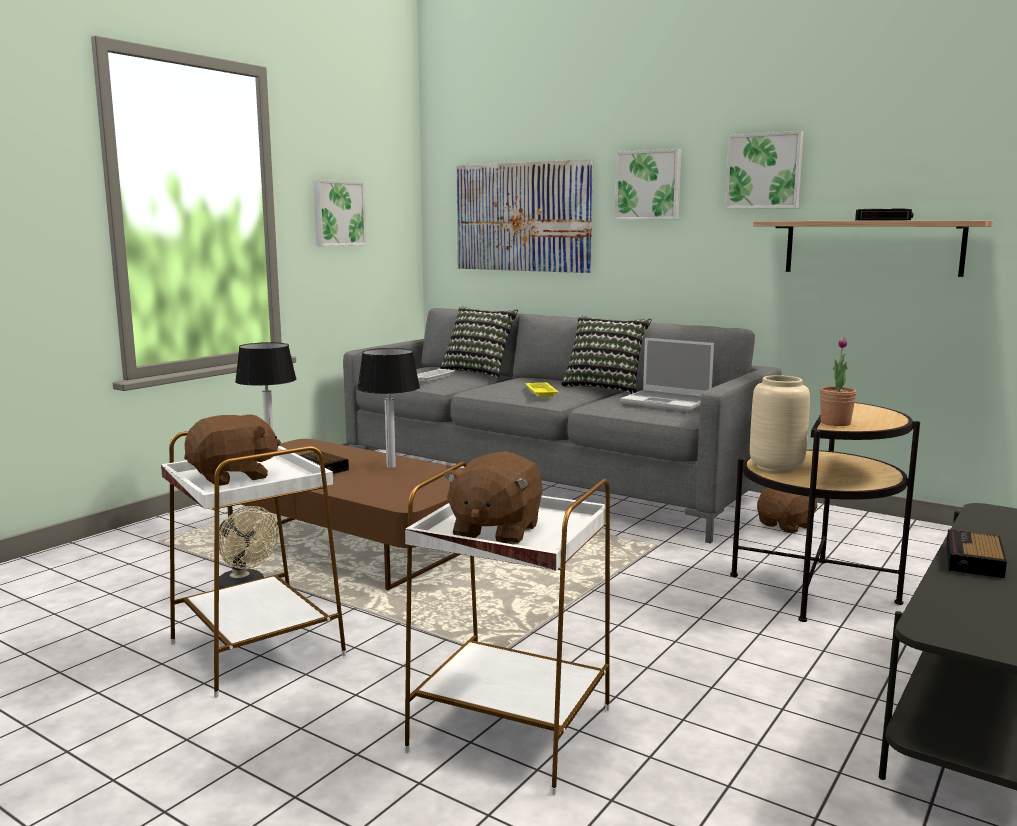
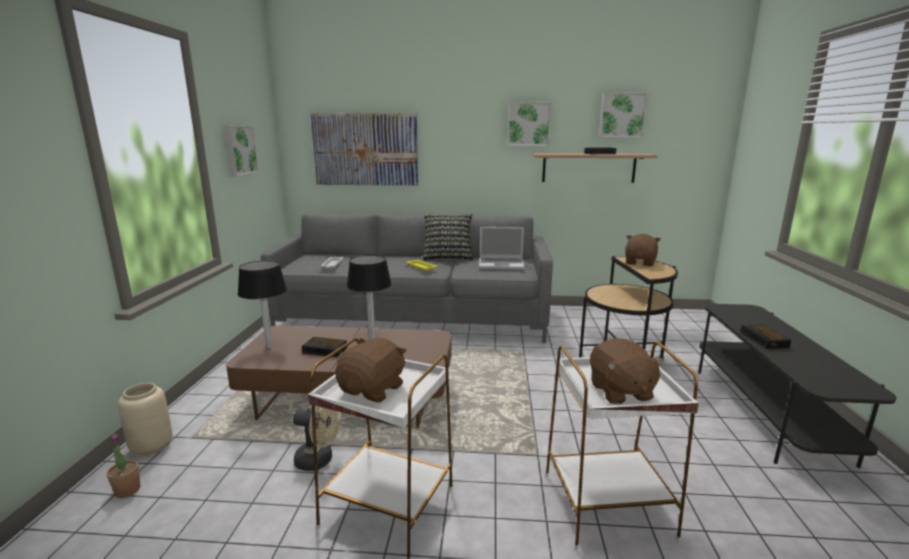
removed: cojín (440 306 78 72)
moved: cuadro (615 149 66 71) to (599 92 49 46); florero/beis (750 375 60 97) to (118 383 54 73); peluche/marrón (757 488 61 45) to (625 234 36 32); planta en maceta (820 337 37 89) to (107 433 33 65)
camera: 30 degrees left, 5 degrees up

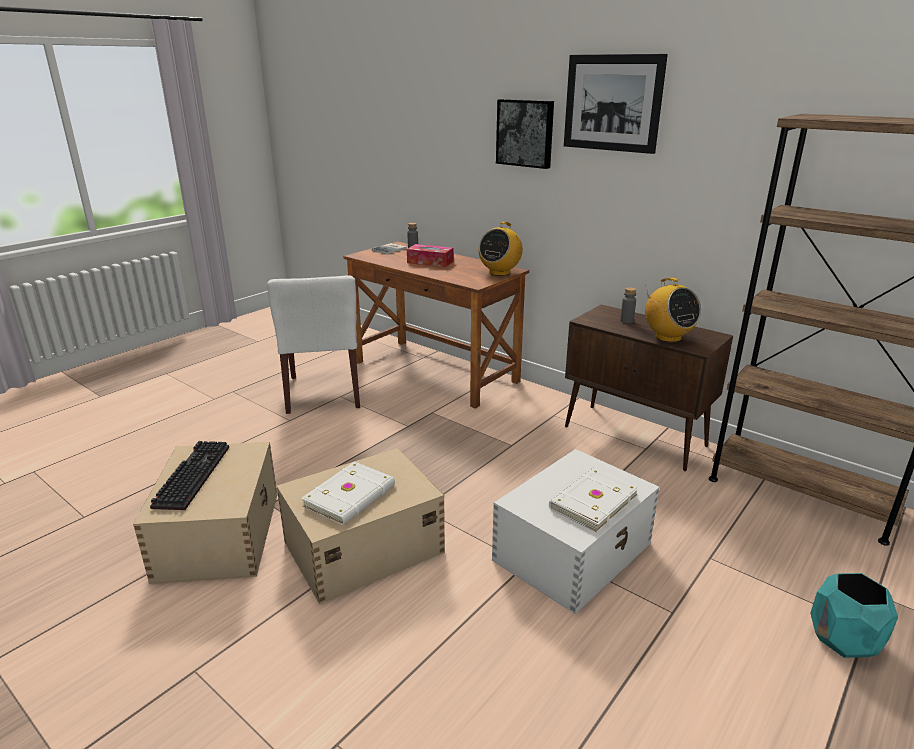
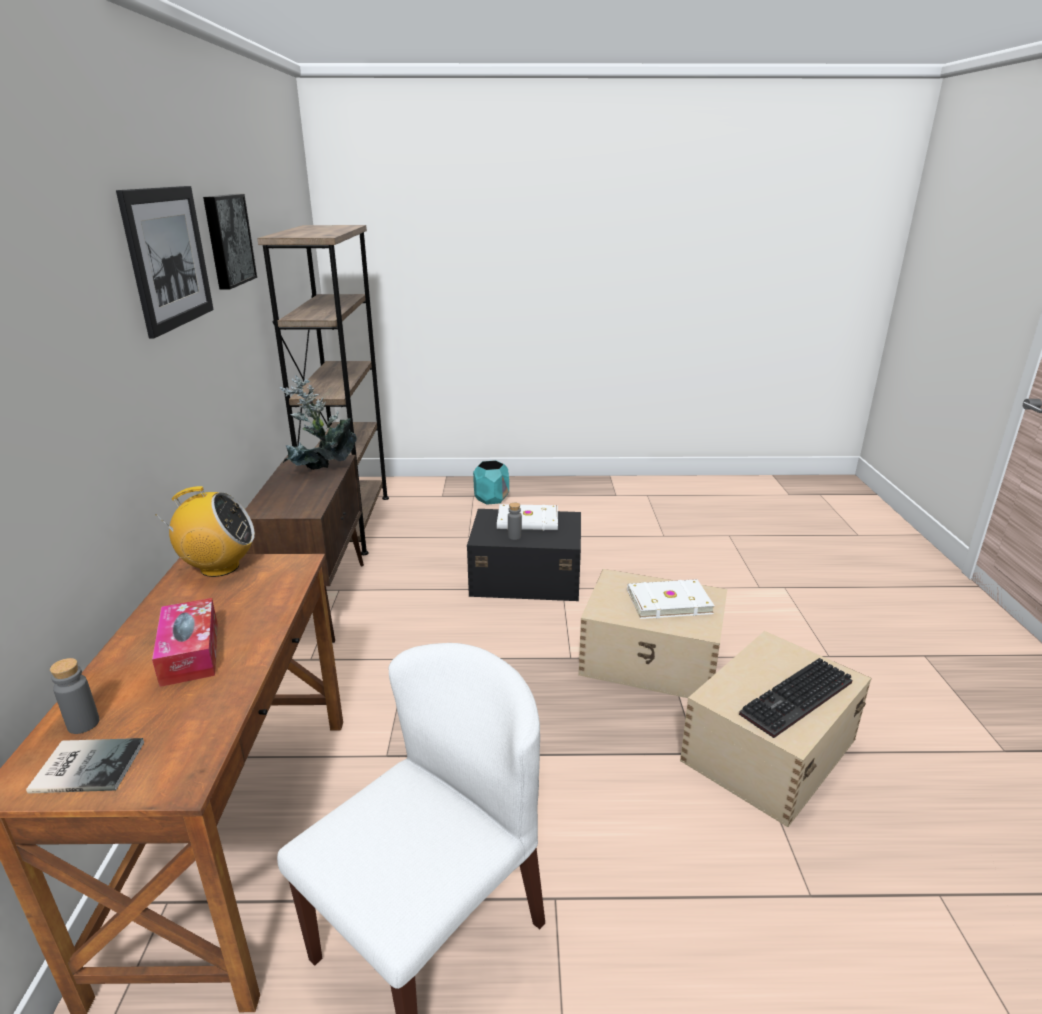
moved: cuadro (496 99 58 70) to (203 194 54 96); botella/gris (620 287 16 36) to (508 503 14 37)
replaced: radio (645 278 56 64) to planta en maceta (280 375 77 95)
recoloured: caja de almacenaje/blanco (492 449 168 165) to caja de almacenaje/negro (467 509 114 92)
camera: 130 degrees left, 0 degrees up

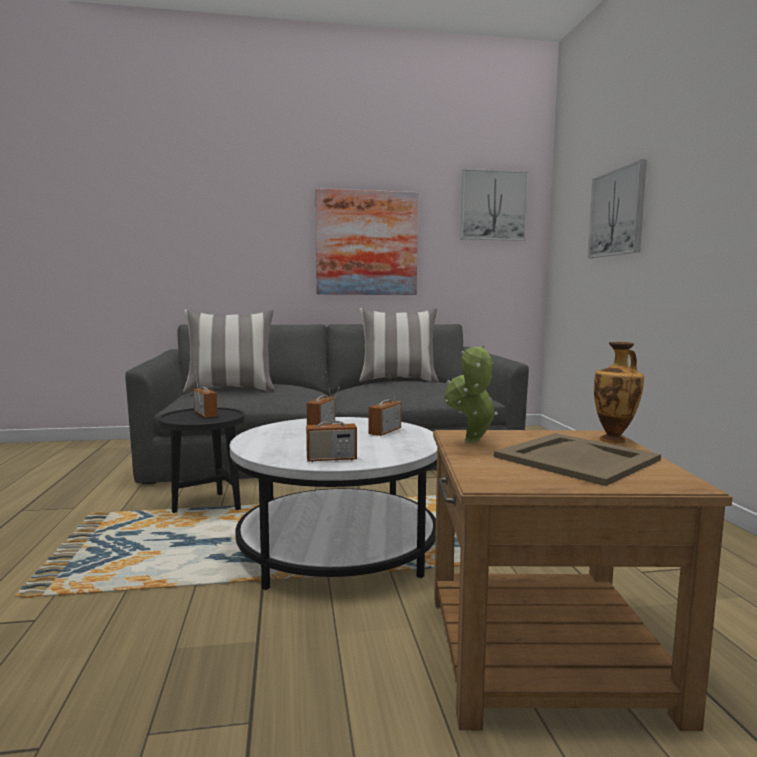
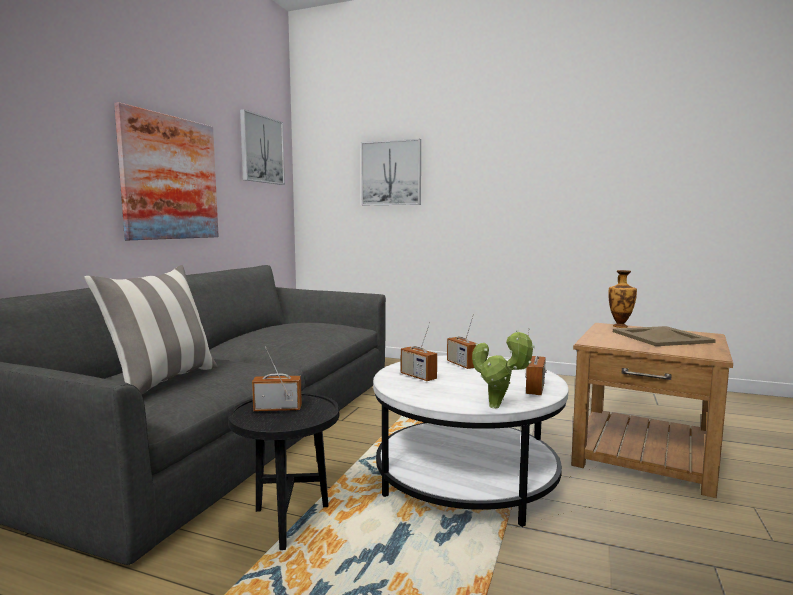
removed: cojín (359 308 80 74)
moved: planta en maceta (444 345 54 98) to (472 330 63 79)
camera: 60 degrees left, 0 degrees up

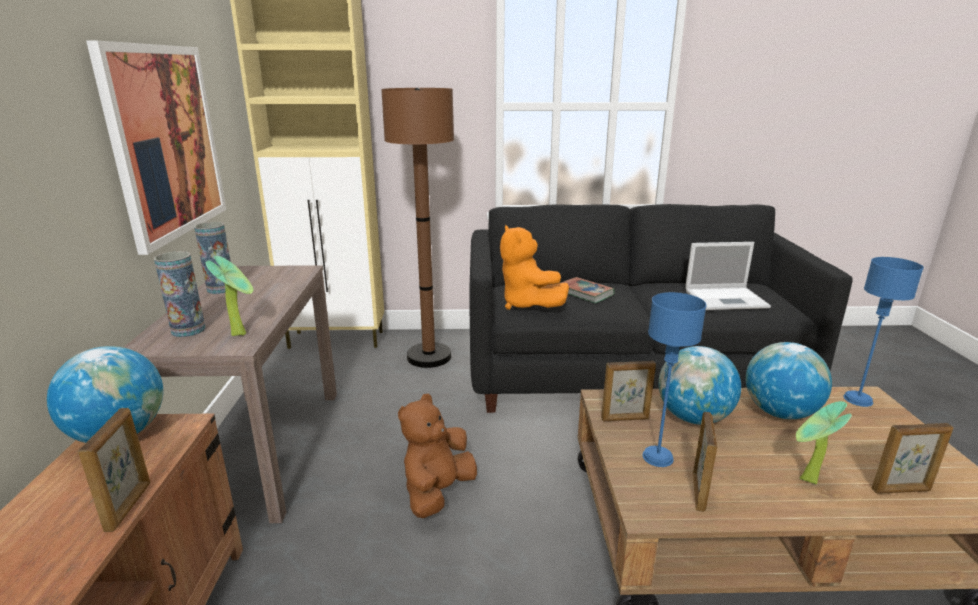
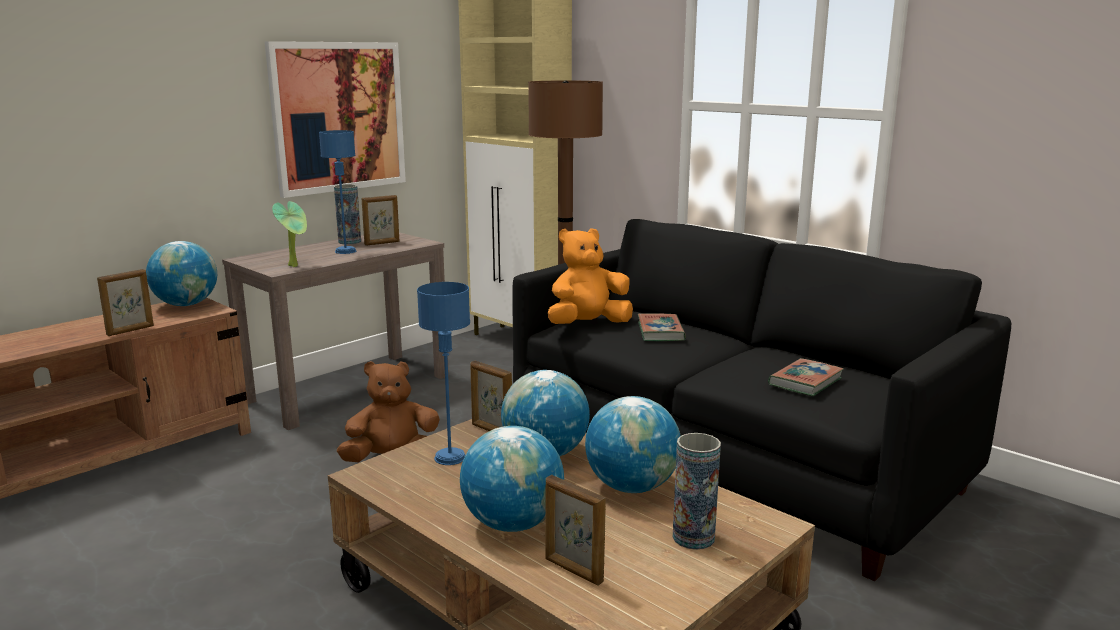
moved: florero (154 251 52 87) to (673 433 48 117); portarretratos (693 412 24 100) to (362 195 37 51); lámpara de mesa/azul (843 257 81 150) to (319 130 37 124)
replaced: portátil (685 242 86 68) to libro (768 358 76 38); planta en maceta (796 401 56 83) to globo terráqueo (460 426 104 106)
turned: peluche/naranja (500 225 69 85) = (548 228 85 96) 45 degrees clockwise
camera: 45 degrees right, 5 degrees down

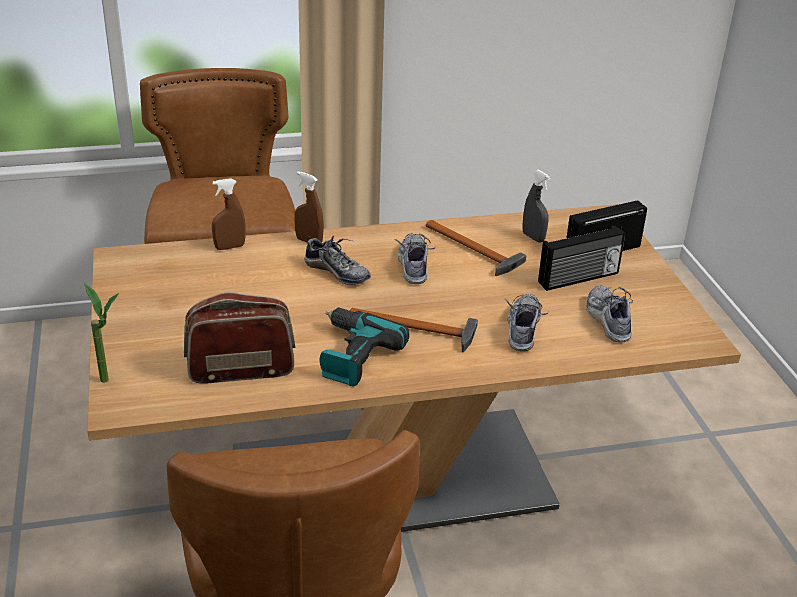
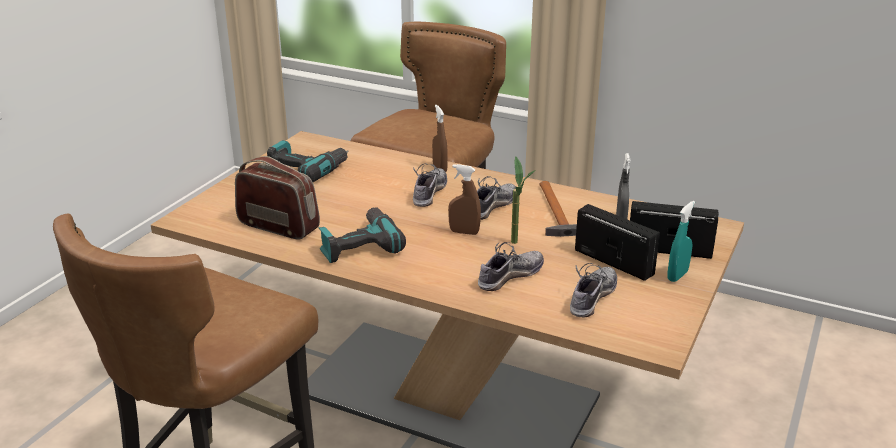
removed: martillo (350 308 128 45)
added: taladro (267 140 82 42); pulverizador/turquesa (667 201 28 81)
moved: planta en maceta (84 283 35 100) to (511 156 25 88); pulverizador/marrón (212 178 33 72) to (448 164 33 71)
turned: zapato (304 235 67 50) = (413 163 34 44) 150 degrees counterclockwise; radio (538 226 87 65) = (575 204 85 77) 150 degrees counterclockwise
camera: 40 degrees right, 5 degrees down

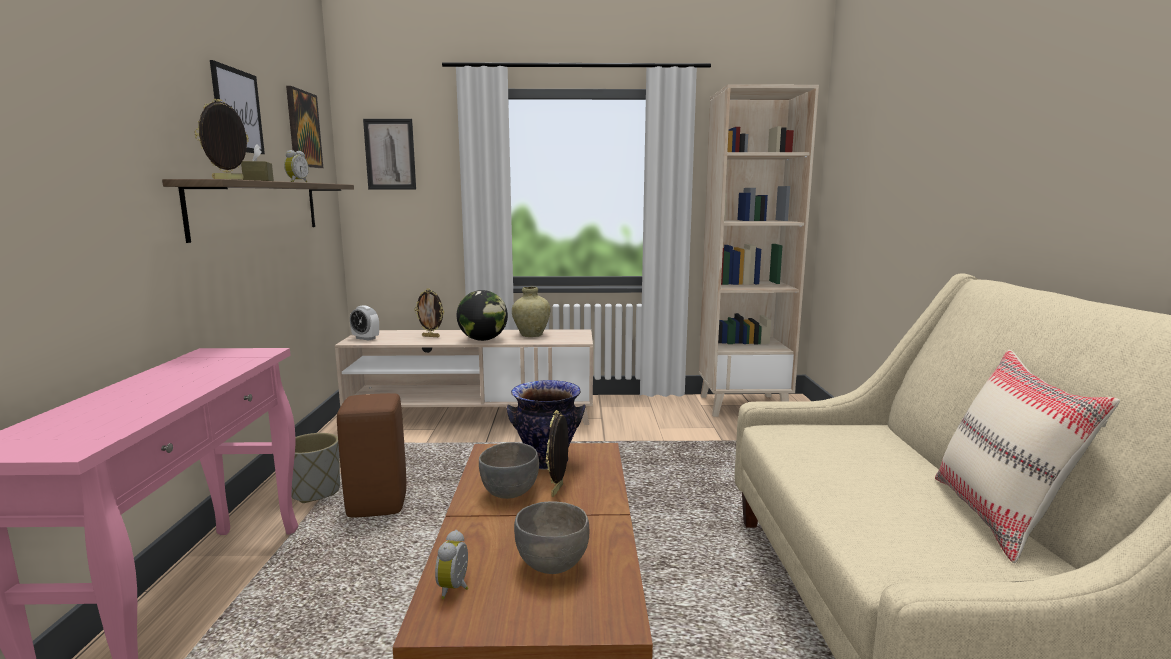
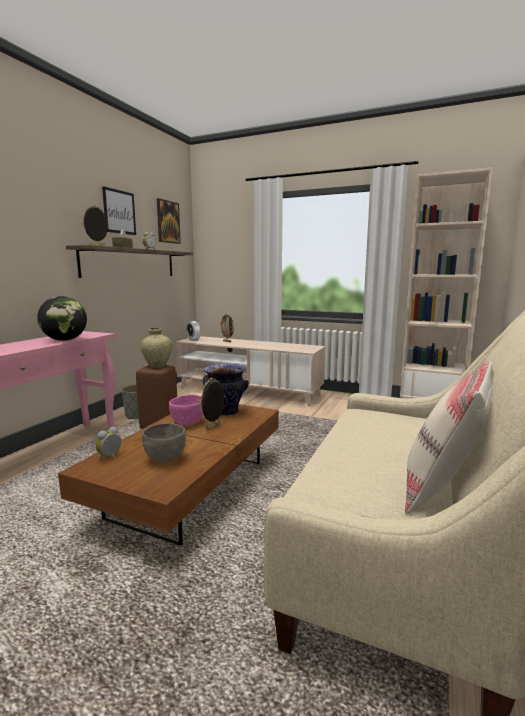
removed: cuadro (363 119 53 70)
moved: globo terráqueo (457 290 51 51) to (37 296 50 45); florero/beis (512 286 38 51) to (141 328 31 40)
recoloured: cuenco/gris (479 442 60 57) to cuenco/rosa (169 395 34 30)
camera: 25 degrees right, 0 degrees up

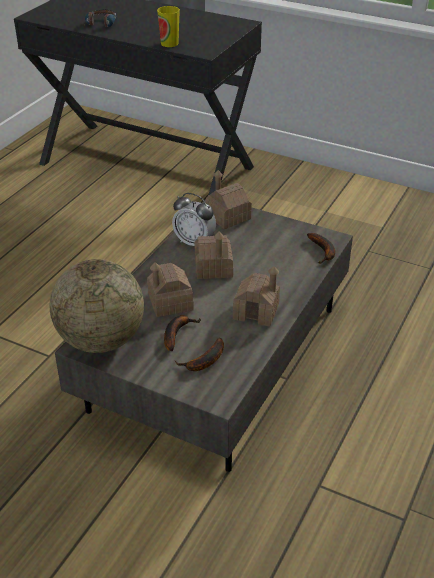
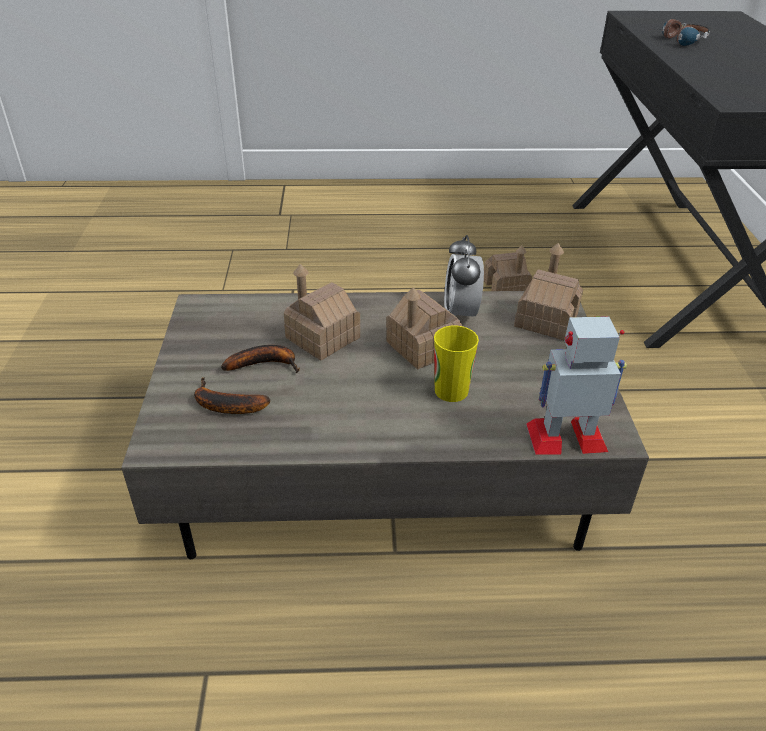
removed: globo terráqueo (50 259 94 94)
moved: taza (157 6 23 41) to (434 326 45 76); casita (233 266 47 61) to (484 246 48 45)
replaced: plátano (307 233 28 31) to robot de juguete (526 317 101 137)
camera: 60 degrees right, 0 degrees up

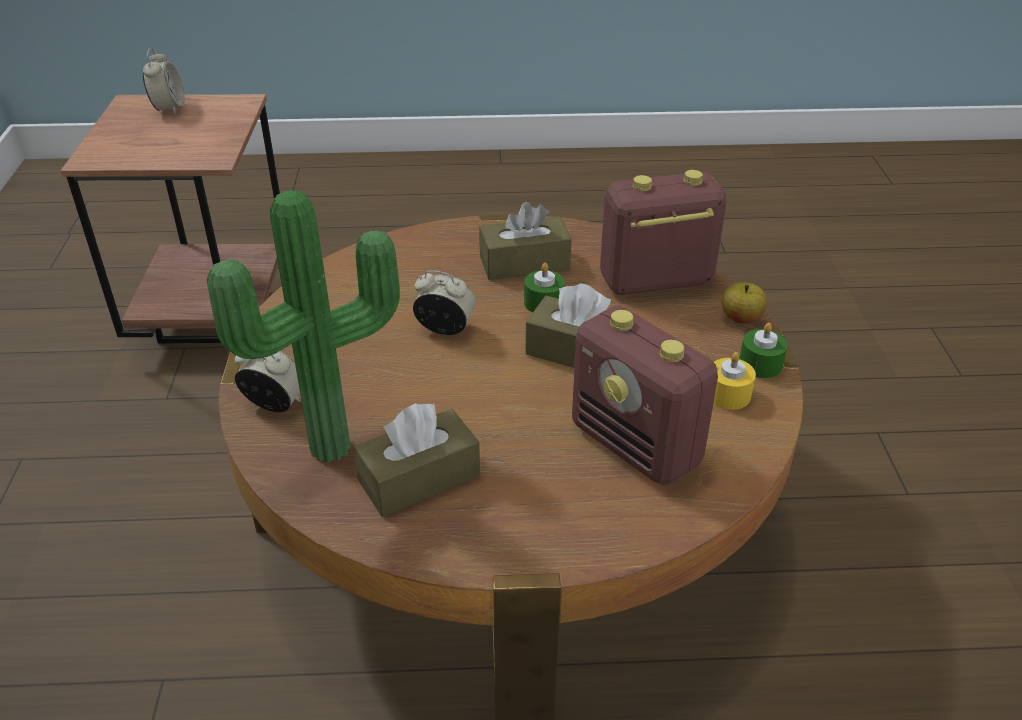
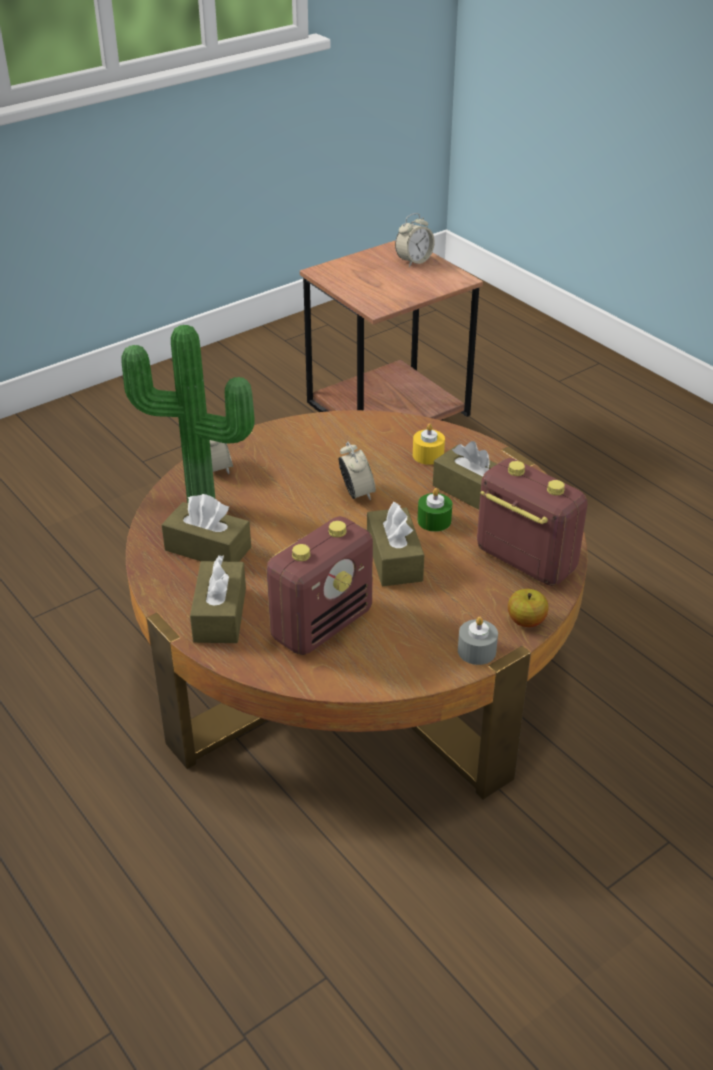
added: caja de pañuelos/marrón (190 555 56 88)
moved: vela/amarillo (713 352 43 58) to (413 423 32 42)
recoloured: vela/verde (739 323 49 56) to vela/gris (458 617 40 48)
turned: radio (572 306 147 179) = (267 516 106 139) 150 degrees counterclockwise
camera: 55 degrees right, 0 degrees up

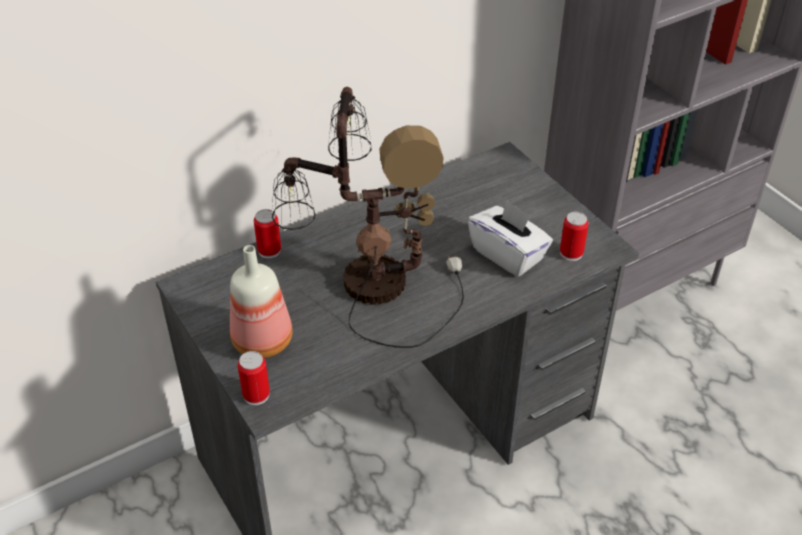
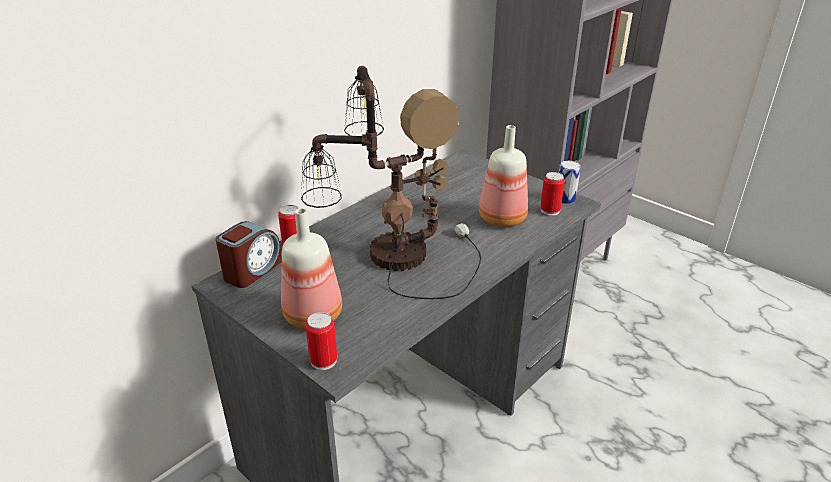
added: despertador (216 221 66 67); lata (559 161 22 43)
replaced: caja de pañuelos/blanco (468 199 85 78) to botella (479 125 49 102)
camera: 15 degrees left, 10 degrees down

